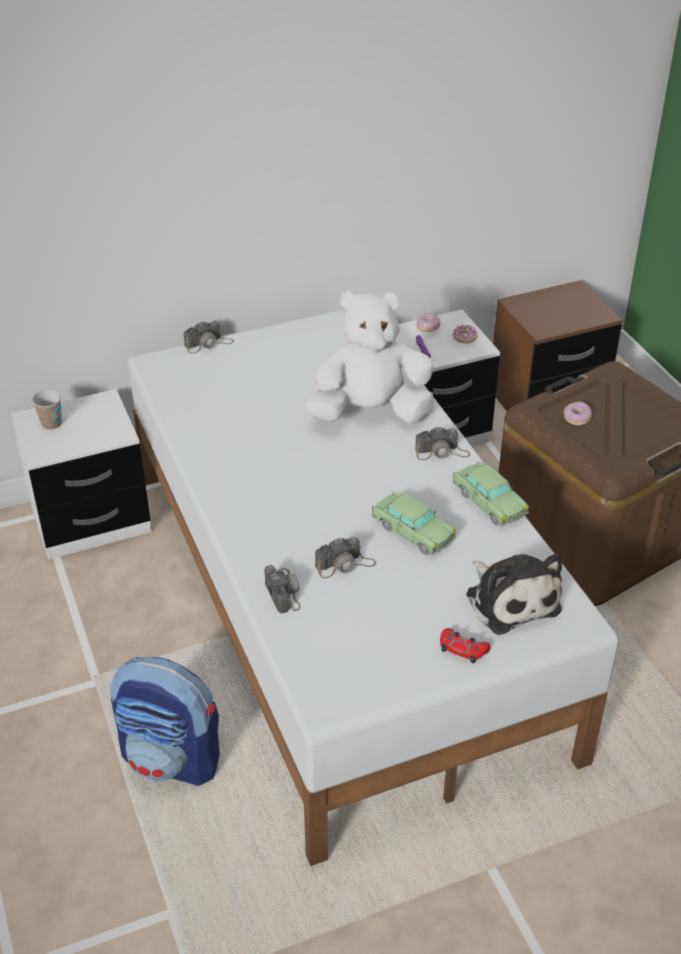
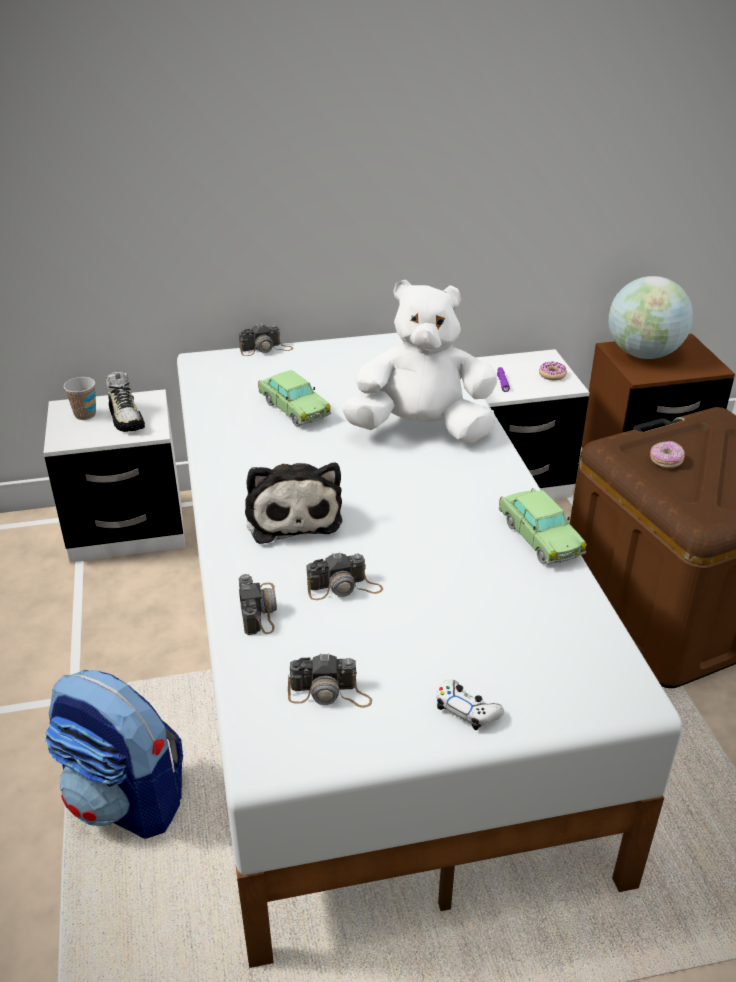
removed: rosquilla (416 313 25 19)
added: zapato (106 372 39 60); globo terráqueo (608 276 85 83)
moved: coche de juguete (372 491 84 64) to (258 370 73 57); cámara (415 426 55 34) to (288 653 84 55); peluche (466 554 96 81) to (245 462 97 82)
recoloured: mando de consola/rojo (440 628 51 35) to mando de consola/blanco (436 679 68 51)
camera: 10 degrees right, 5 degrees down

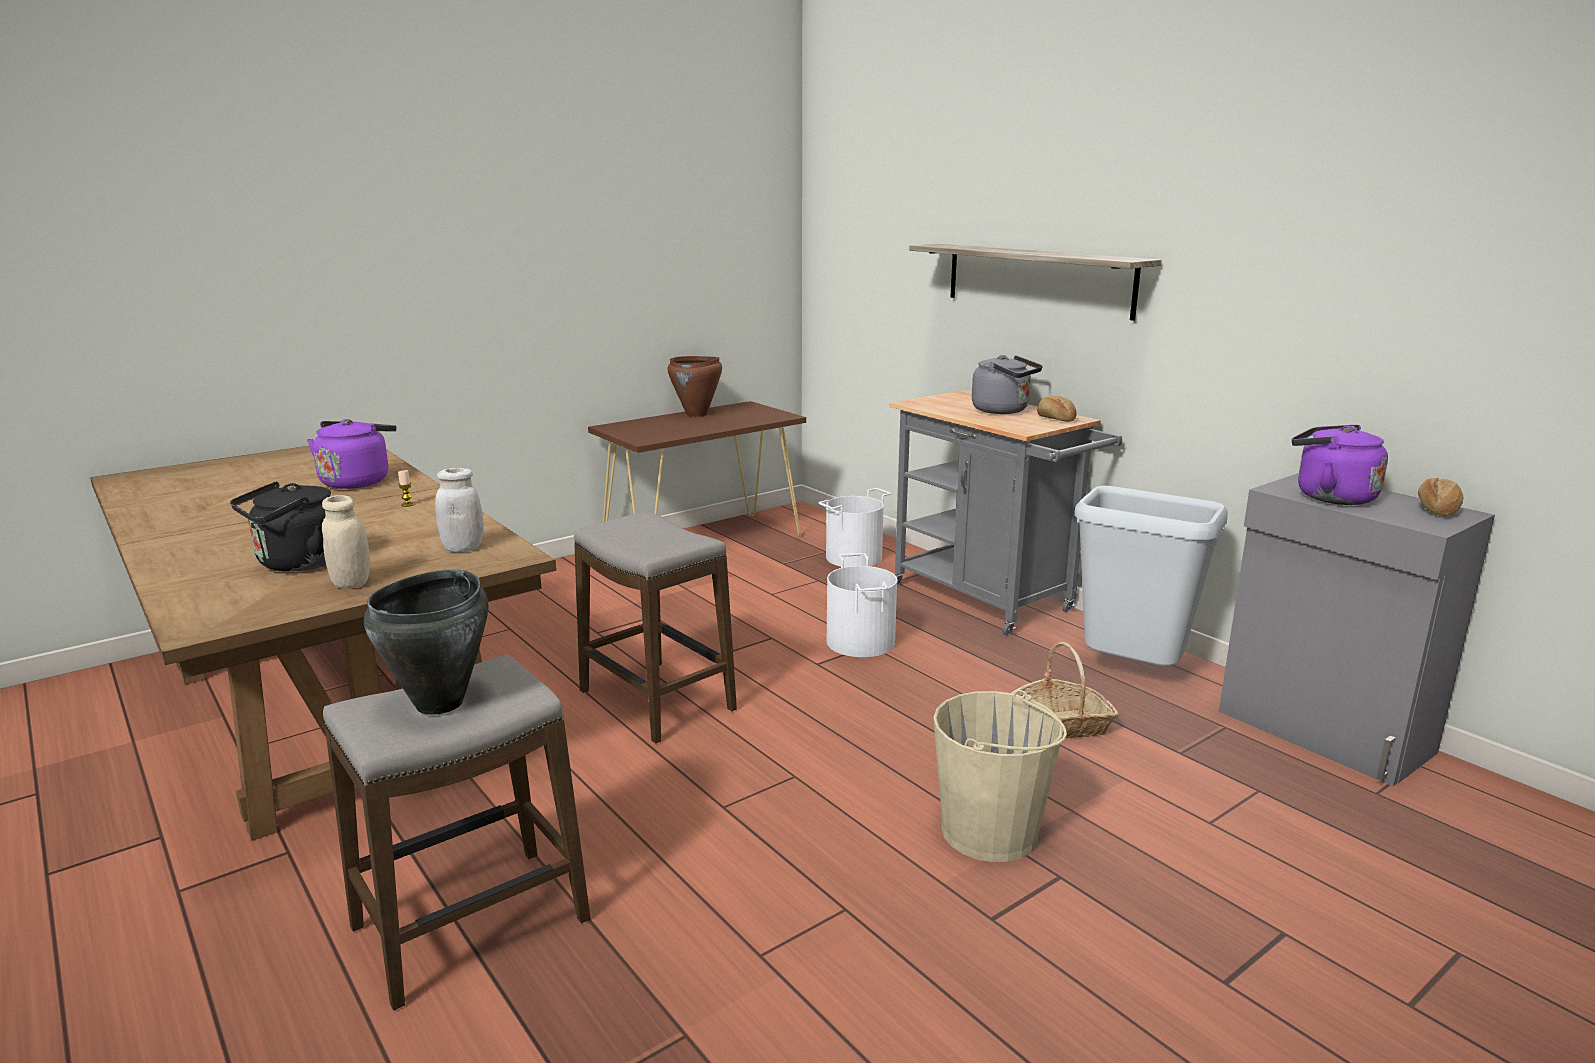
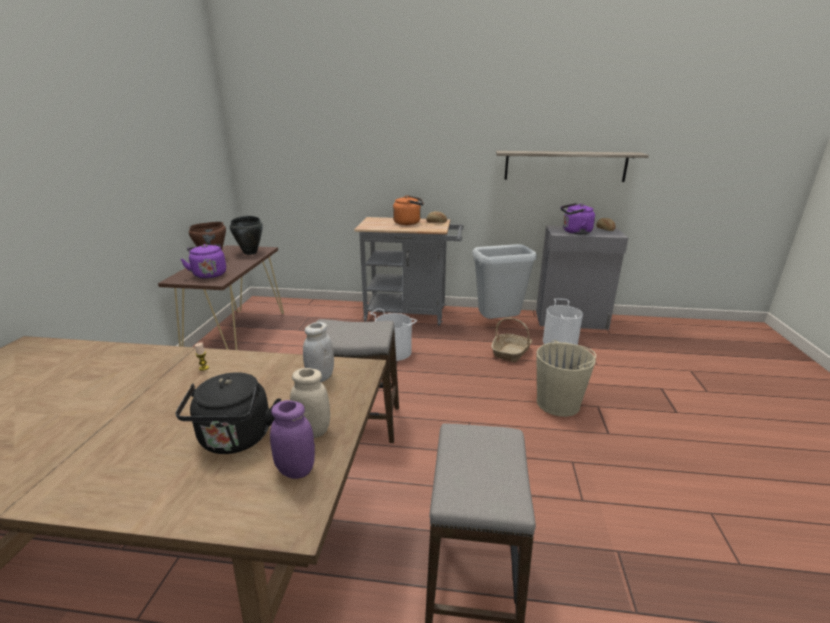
added: tarro/morado (270 400 45 79)
moved: hervidor/morado (307 419 89 70) to (181 244 45 35); olla/negro (364 570 124 145) to (230 216 33 39); cubo/blanco (819 488 72 79) to (543 299 40 46); estante (909 244 253 77) to (496 151 153 31)
recoloured: hervidor/gris (972 355 71 59) to hervidor/naranja (393 195 31 30)
camera: 45 degrees left, 5 degrees up

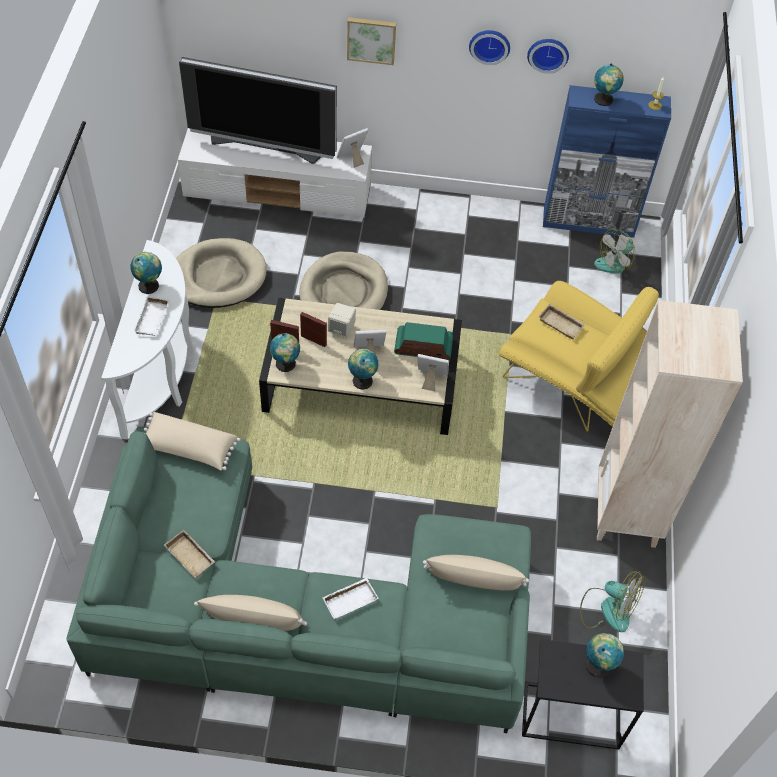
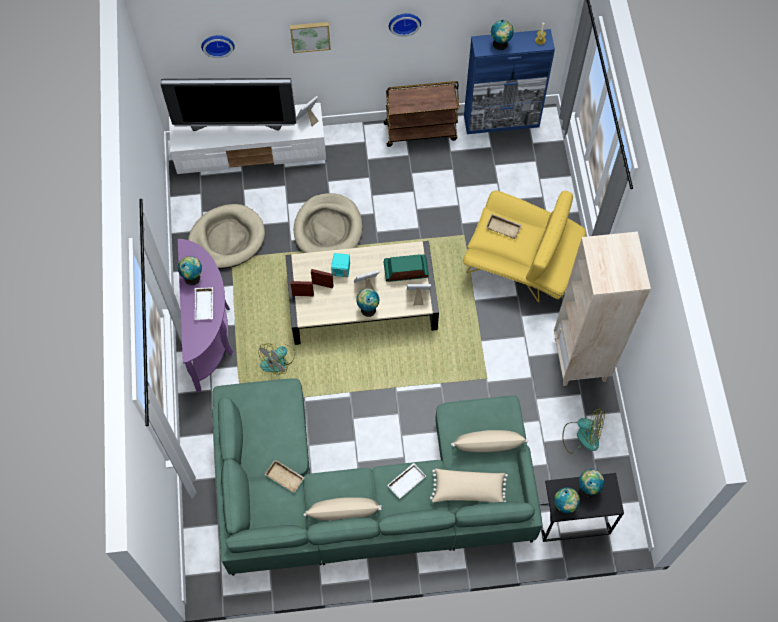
added: carrito/marrón (384 81 75 66)
moved: cojín/beis (144 412 97 58) to (430 469 78 34); globo terráqueo (270 333 30 39) to (554 487 26 27); reloj de pared (527 39 42 35) to (201 35 34 23); ventilador (594 229 43 45) to (258 343 37 32)
recoloured: mesa consola/blanco (101 240 94 199) to mesa consola/morado (178 239 55 153); altavoz/beis (328 303 28 35) to altavoz/turquesa (331 253 19 24)
camera: 10 degrees left, 10 degrees up

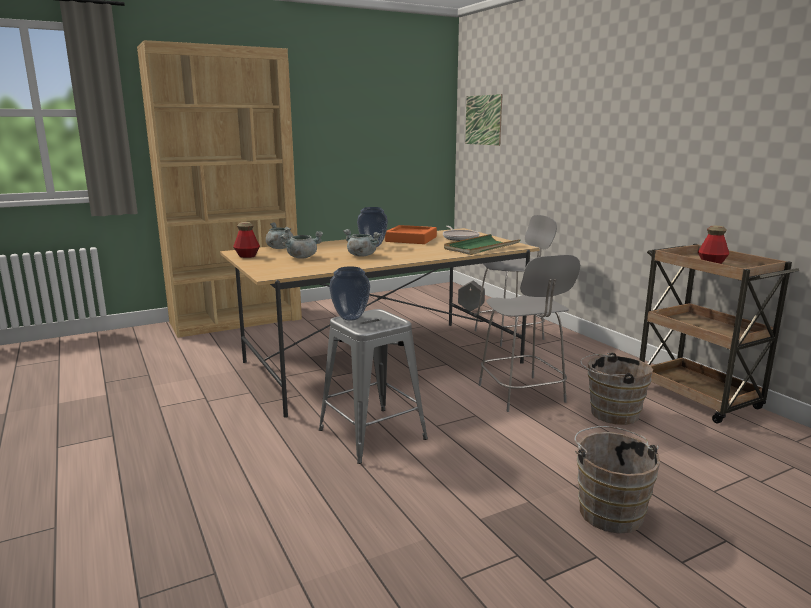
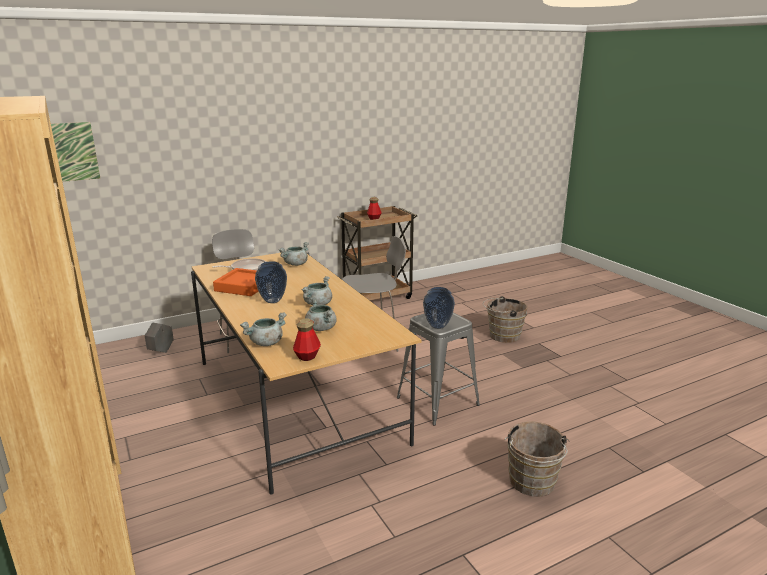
moved: cubo/marrón (580 352 73 73) to (504 421 66 76)
replaced: bandeja/verde (444 234 77 21) to olla/gris (279 242 30 24)
camera: 90 degrees left, 5 degrees up

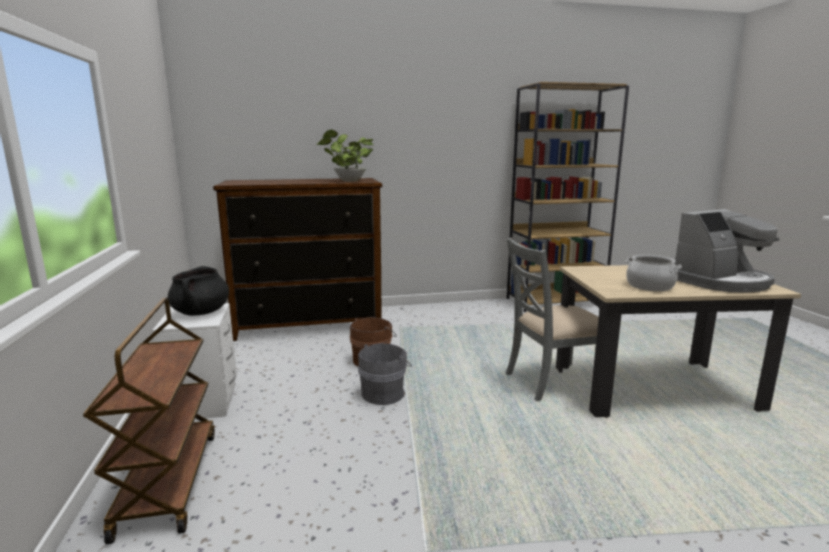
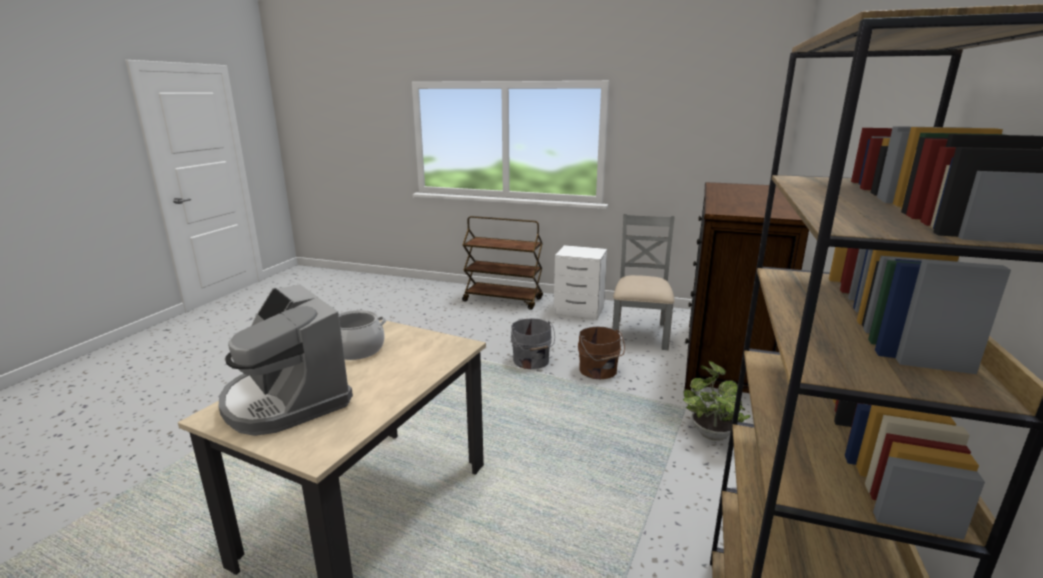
removed: olla/negro (168 266 61 50)
moved: planta en maceta (317 130 57 52) to (683 360 68 81); silla/gris (506 238 93 163) to (612 214 63 136)
turned: cafetera (675 209 105 83) = (219 284 134 152) 45 degrees counterclockwise
camera: 120 degrees right, 5 degrees up

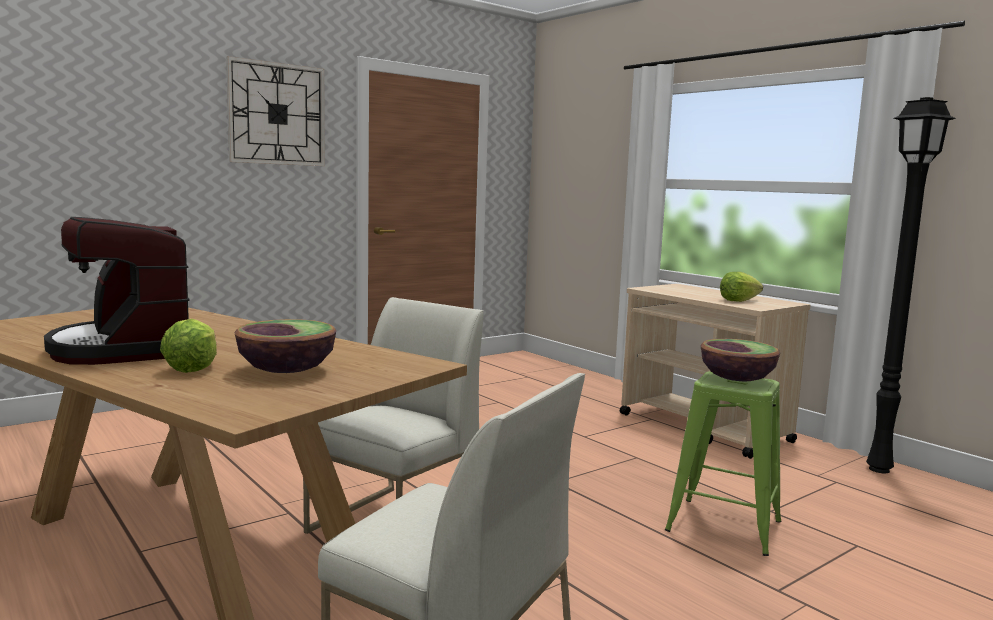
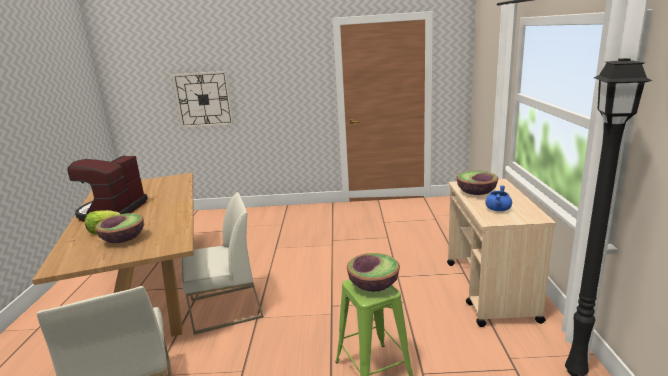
added: cuenco (456 171 42 24)
moved: reloj de pared (226 56 99 110) to (172 71 62 57)
replaced: lechuga (720 272 43 30) to olla/azul (485 185 27 26)
camera: 40 degrees right, 10 degrees up

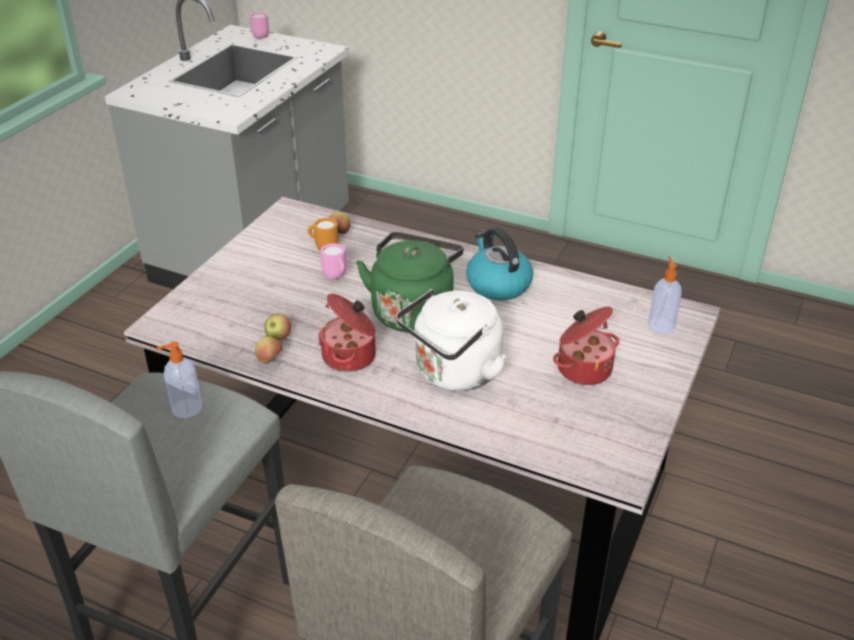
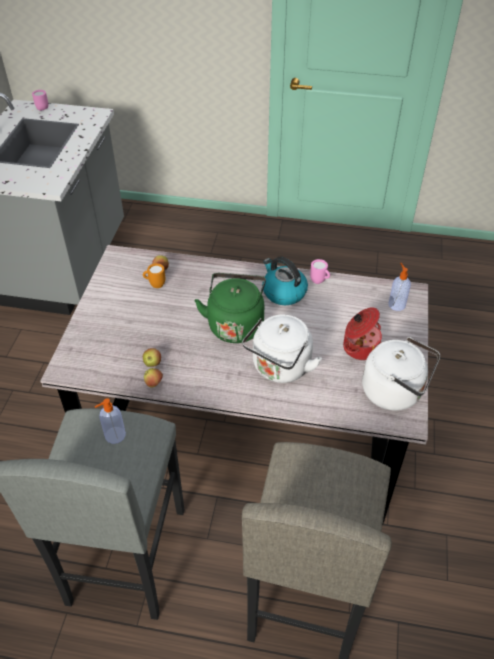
removed: olla (318 293 58 79)
added: hervidor/blanco (362 337 78 74)
moved: taza grande/rosa (320 243 26 37) to (310 259 20 25)
camera: 15 degrees left, 10 degrees up

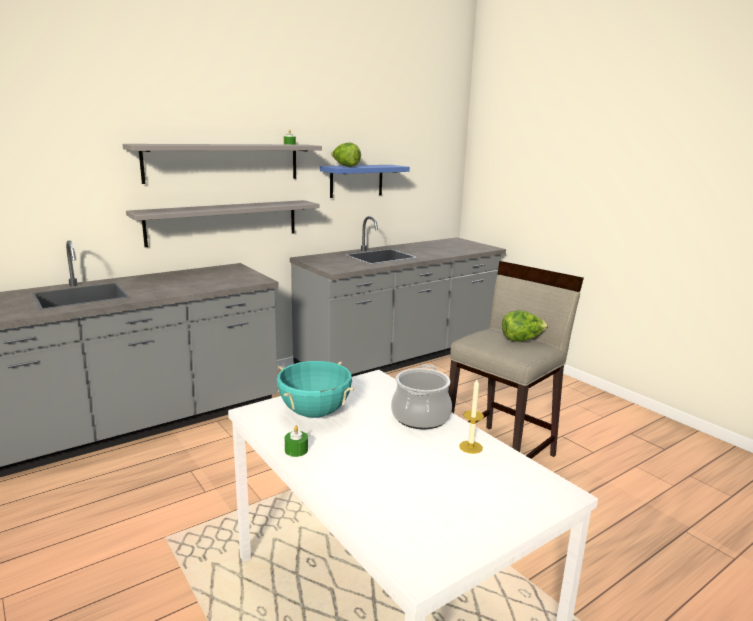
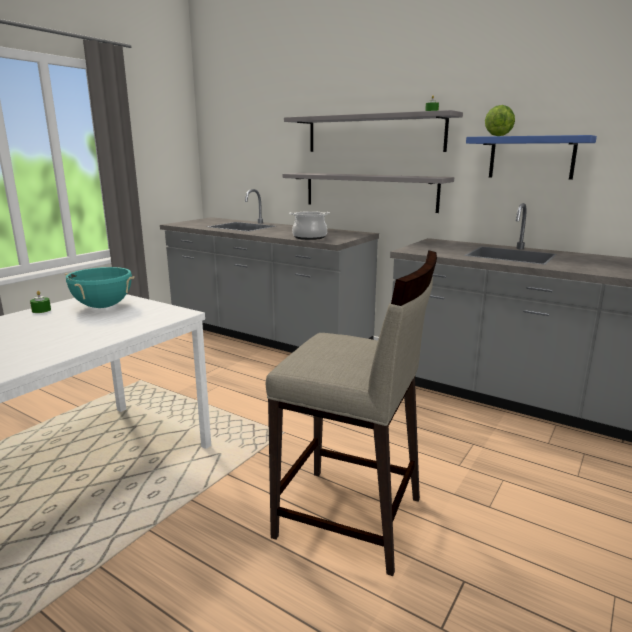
removed: vela (459 379 25 75); lechuga (502 310 46 32)
moved: olla (391 365 61 64) to (289 211 41 29)
camera: 70 degrees right, 0 degrees up

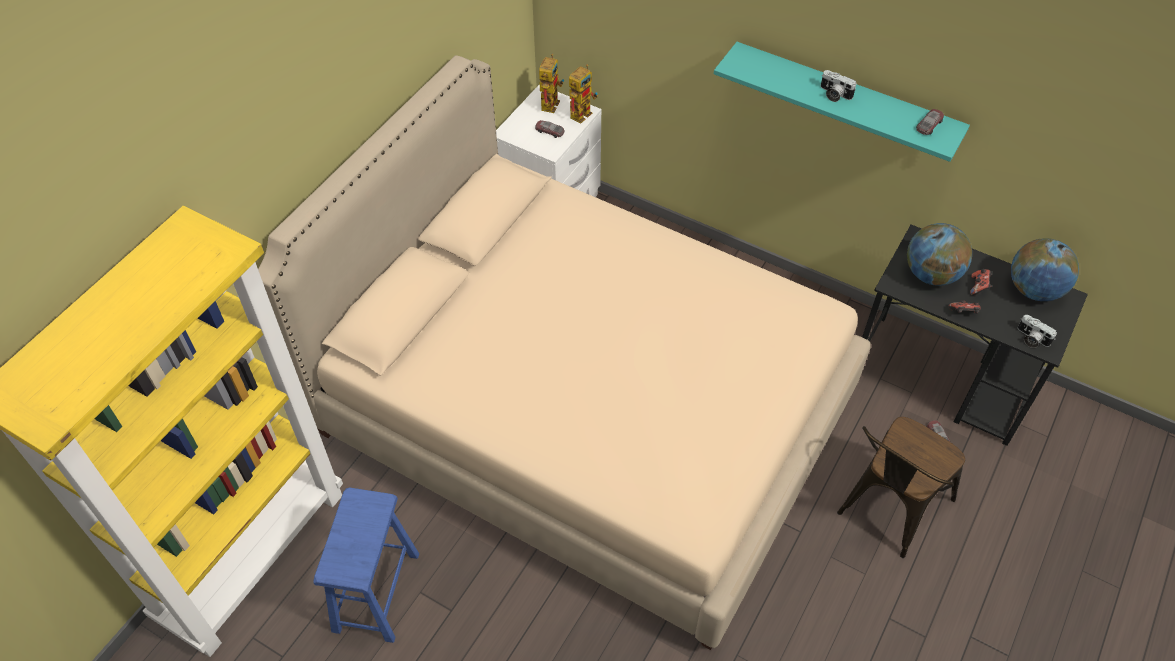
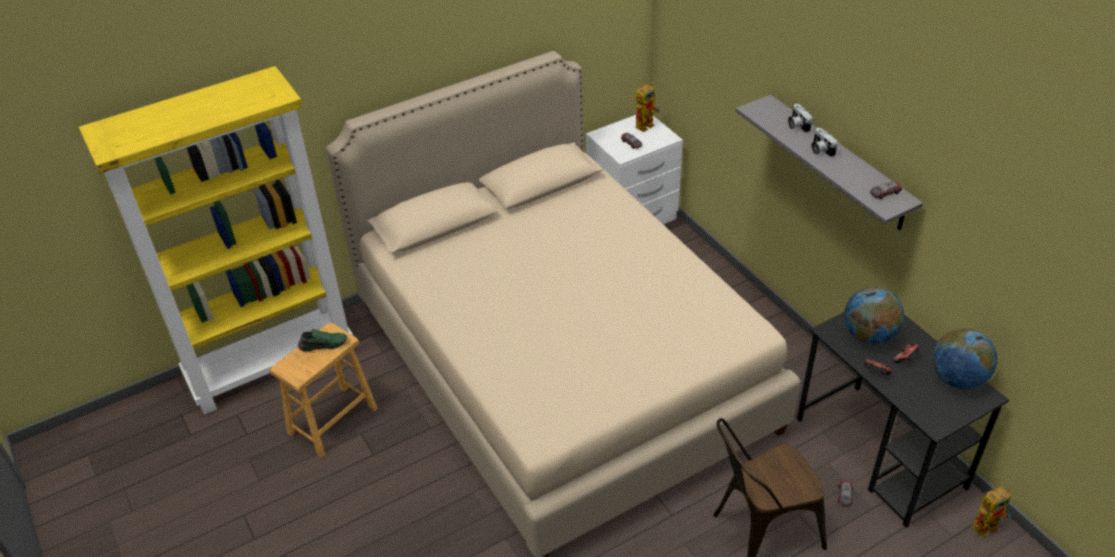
added: zapato/verde (298 329 49 23)
moved: robot de juguete (569 64 29 59) to (972 486 40 52); cámara (1018 315 39 33) to (788 104 25 29)
recoloured: taburete/azul (313 488 106 155) to taburete/marrón (269 323 109 134); estante/turquesa (714 42 256 120) to estante/gris (735 95 188 135)
camera: 30 degrees right, 10 degrees down

